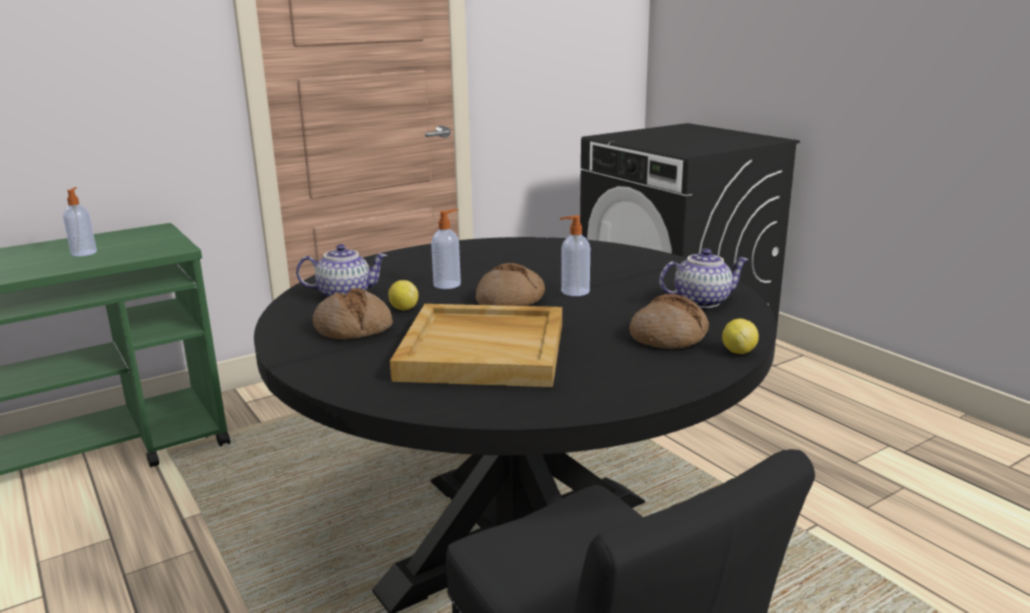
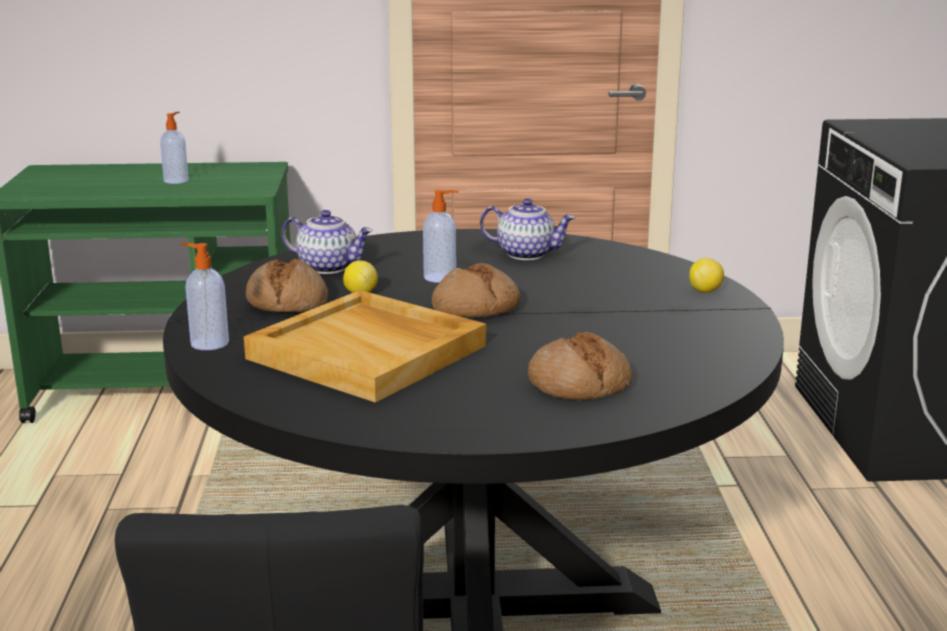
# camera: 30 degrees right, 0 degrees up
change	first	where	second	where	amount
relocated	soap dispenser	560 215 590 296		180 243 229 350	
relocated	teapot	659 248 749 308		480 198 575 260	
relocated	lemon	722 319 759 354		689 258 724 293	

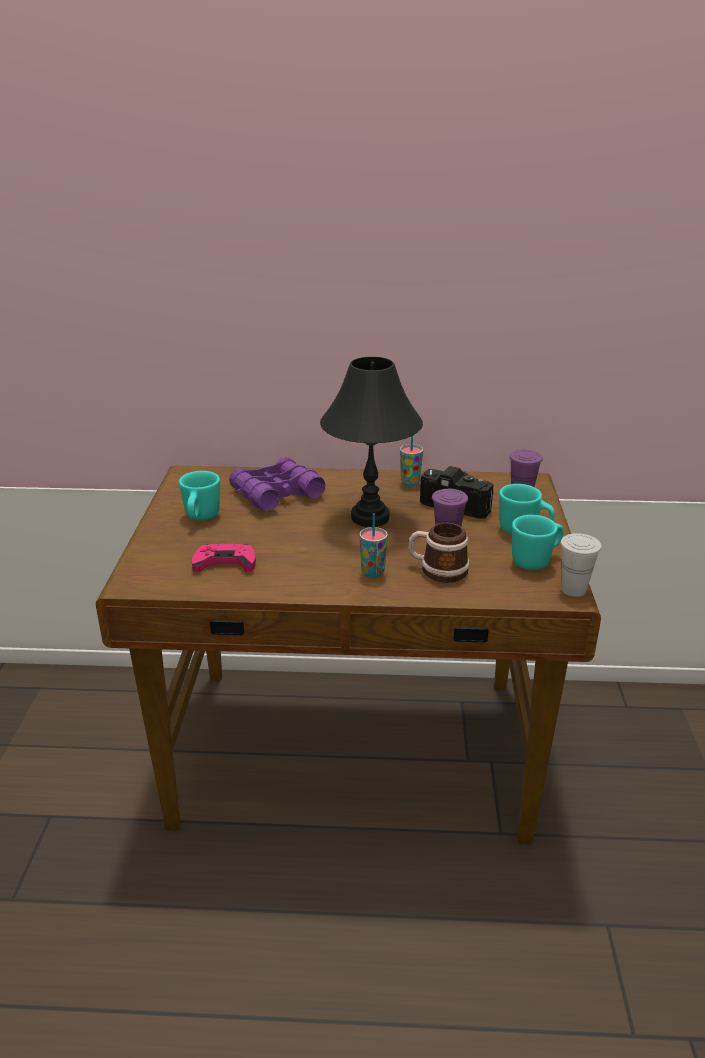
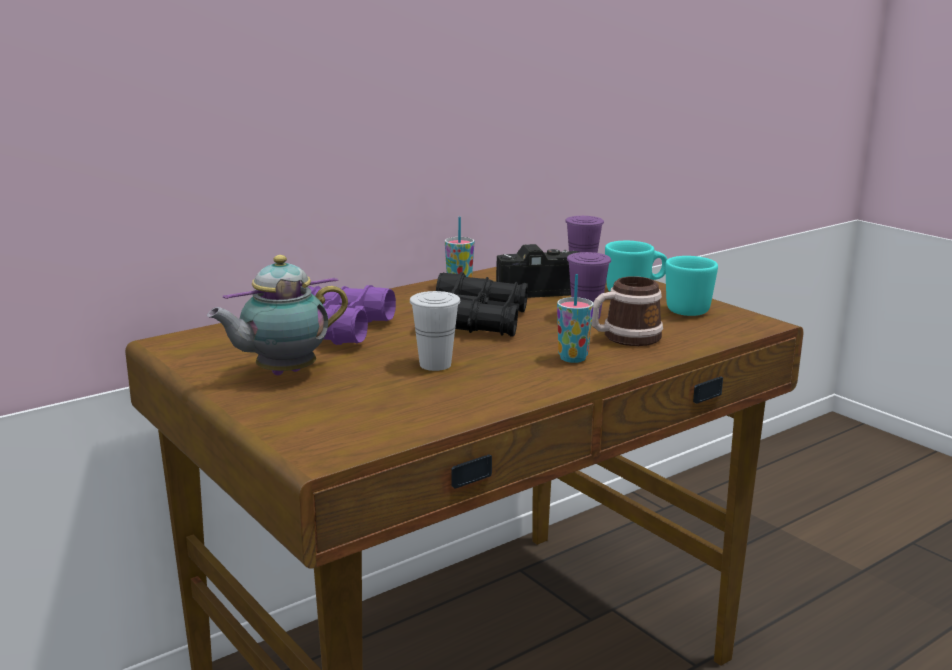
# camera: 40 degrees left, 10 degrees down
change	first	where	second	where	amount
exchanged	table lamp (black-coloured)	320 357 423 527	field glasses (black-coloured)	436 272 528 337	
exchanged	mug (blue-green)	179 471 220 521	teapot	207 255 348 375	
relocated	drinking cup (whitish)	560 533 602 597		410 291 460 371	
missing	joypad (pink)	192 544 256 572			

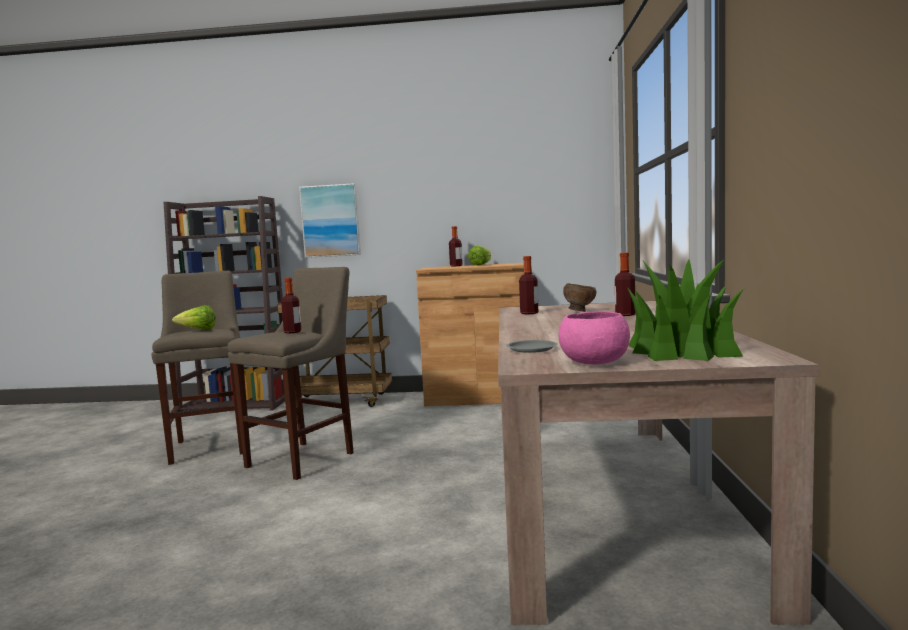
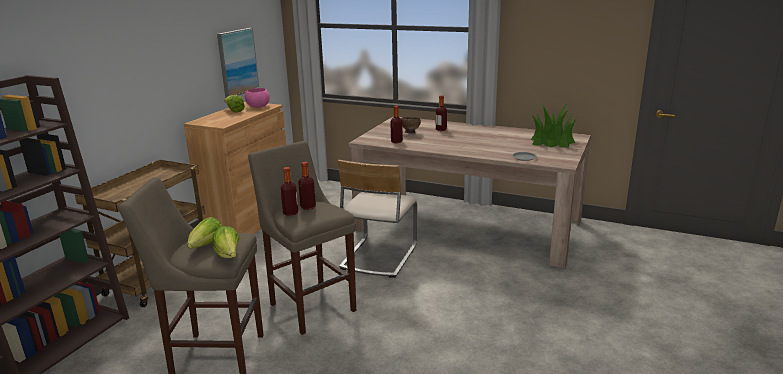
# camera: 70 degrees left, 15 degrees up
change	first	where	second	where	amount
relocated	wall art	299 183 361 258		217 28 259 98	
relocated	beverage bottle	449 226 463 267		281 167 298 216	
relocated	bowl (pink)	558 311 630 365		245 88 270 108	
appeared			upright chair (beige)	338 160 417 278	
appeared			head of lettuce	213 226 240 258	

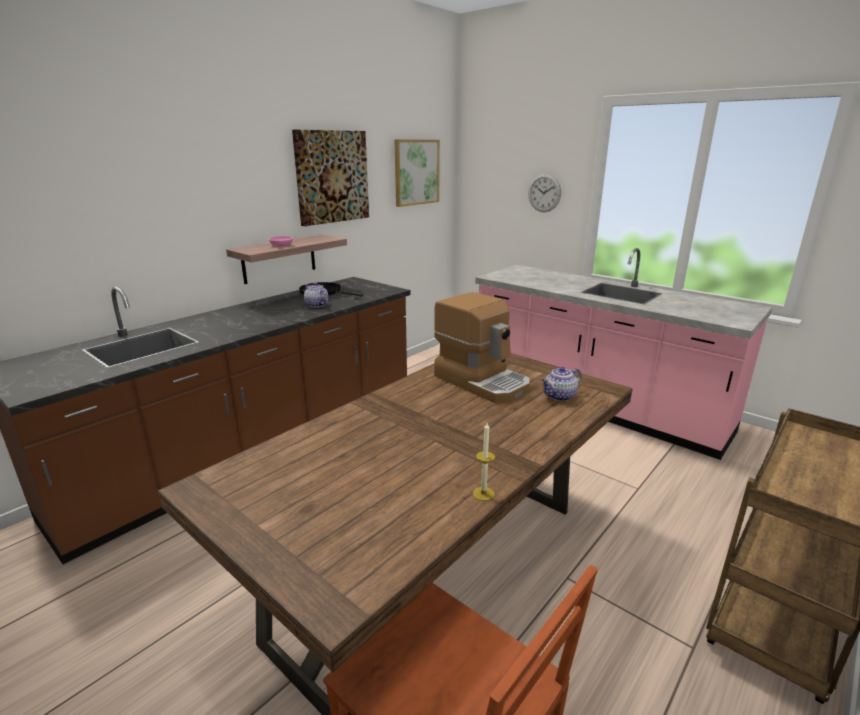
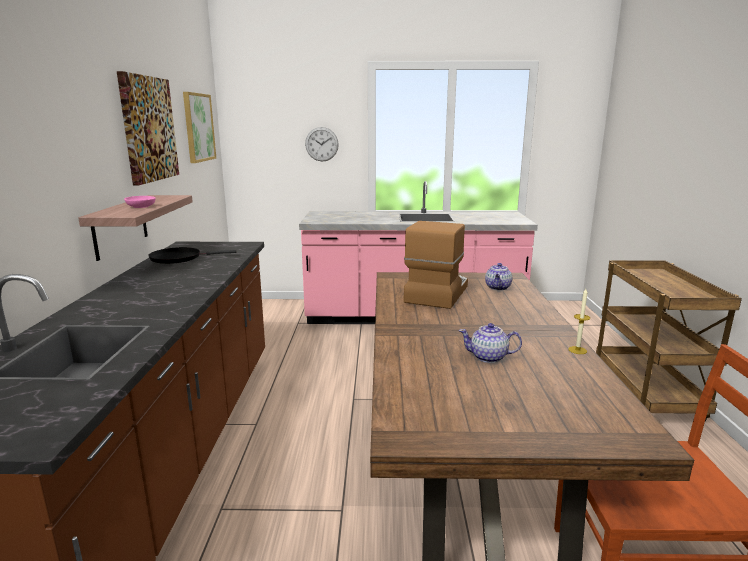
# camera: 40 degrees left, 5 degrees down
change	first	where	second	where	amount
relocated	teapot	304 282 328 308		459 323 522 363	
spun	coffee brewer	434 292 530 403		404 221 468 309	75 degrees counterclockwise

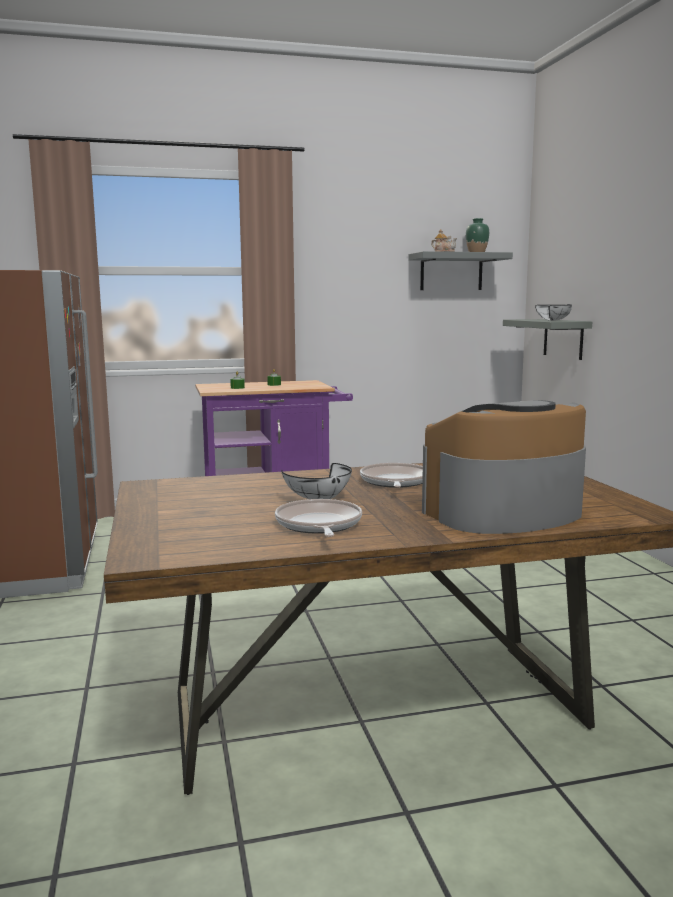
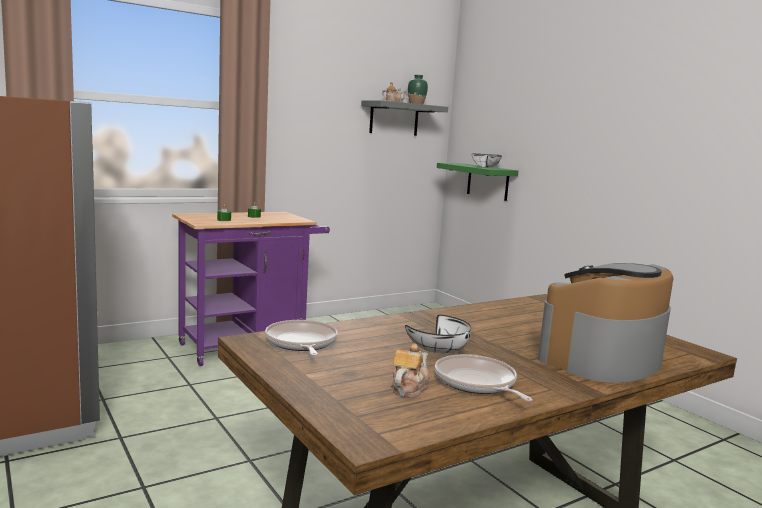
# camera: 20 degrees left, 0 degrees up
change	first	where	second	where	amount
colour	bracket shelf (grey)	503 319 592 360	bracket shelf (greenish)	437 163 518 201	
relocated	frying pan	360 463 423 488		265 320 338 356	
appeared			teapot	391 344 430 398	

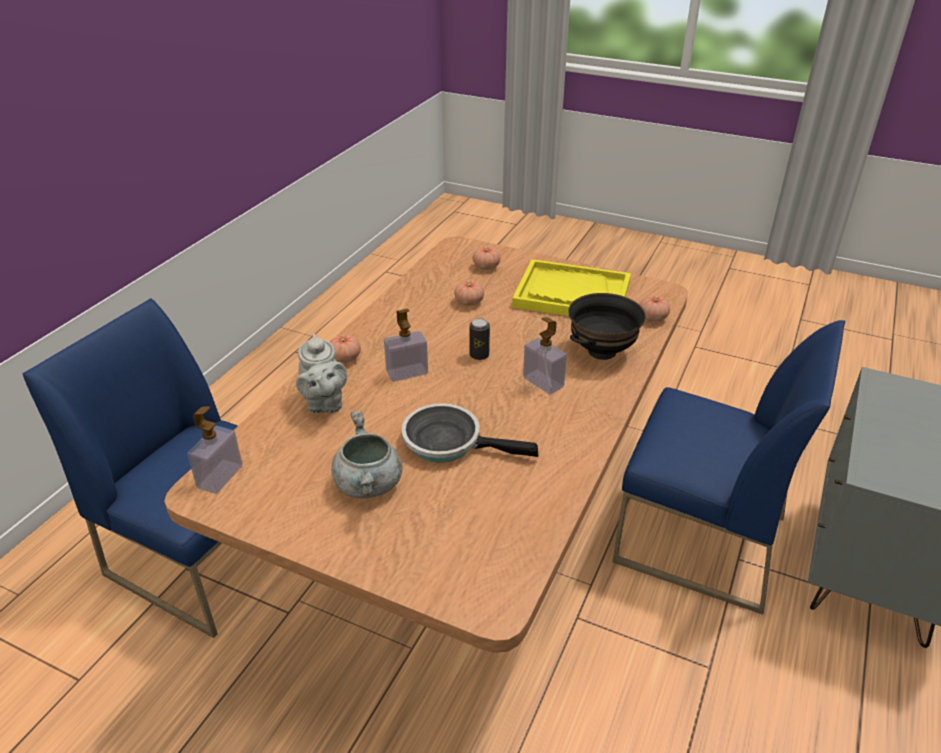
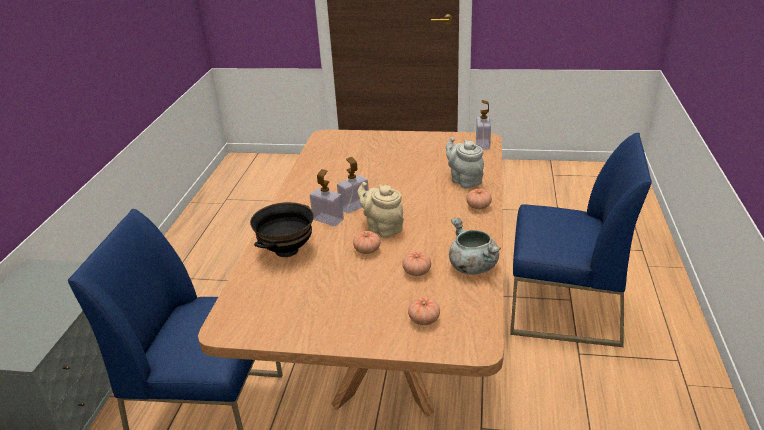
# camera: 165 degrees right, 5 degrees down
change	first	where	second	where	amount
missing	serving tray (yellowish)	512 259 631 316			
relocated	whole tomato	639 296 670 322		353 231 381 254	
relocated	soap dispenser	384 309 428 382		337 157 369 214	
exchanged	metal can	470 318 490 360	teapot (beige)	357 182 404 238	
missing	frying pan	401 403 538 462			
relocated	stockpot (grey)	331 411 402 499		449 218 501 275	

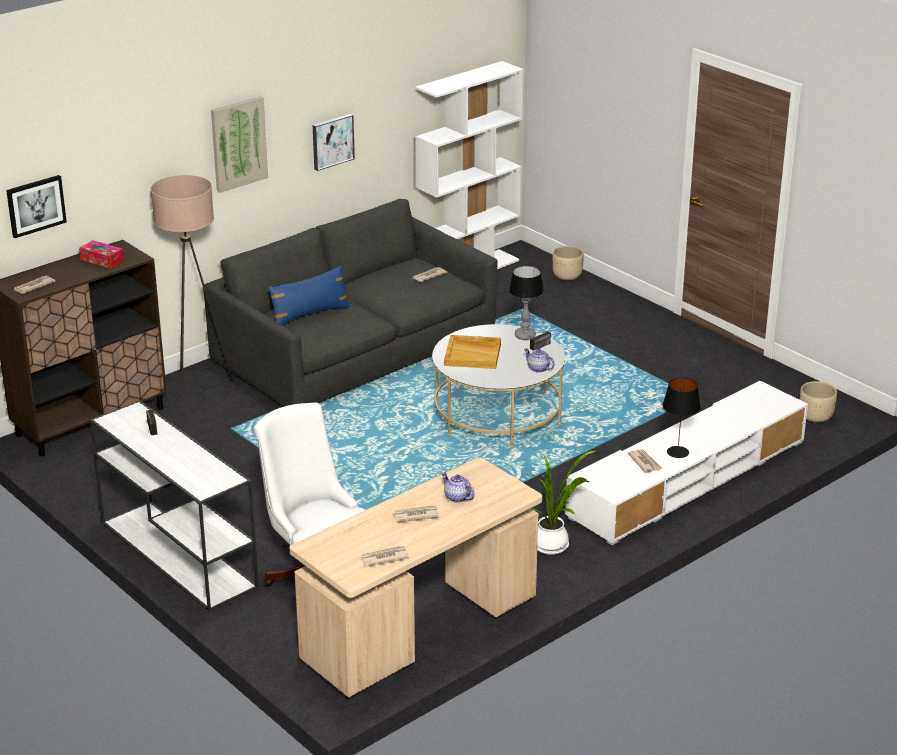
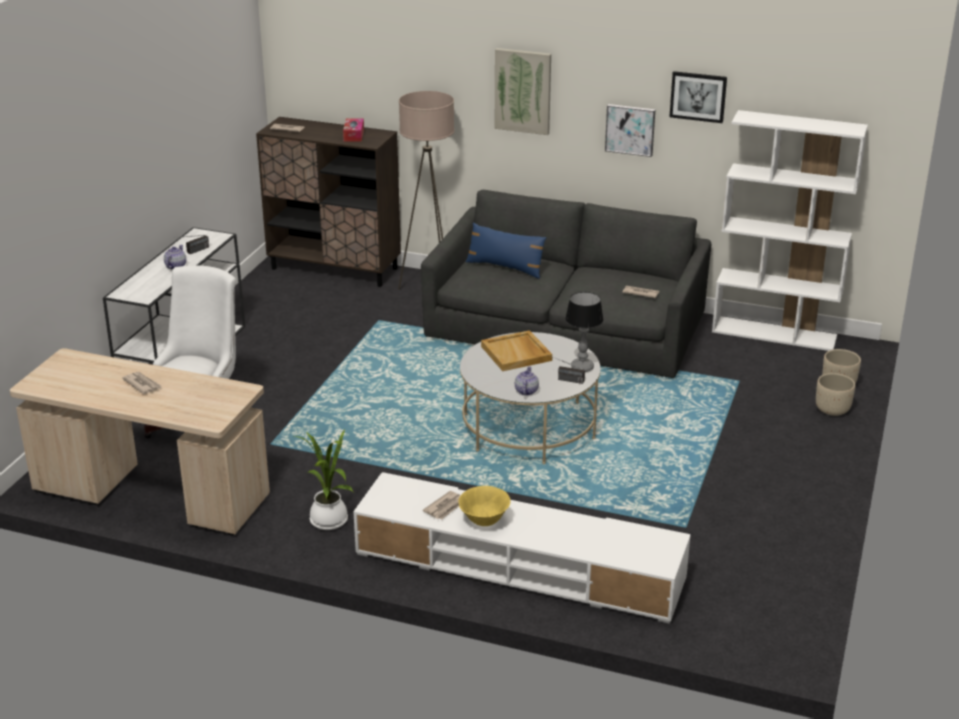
# camera: 60 degrees right, 0 degrees up
change	first	where	second	where	amount
relocated	wall art	6 175 67 238		669 71 727 123	
exchanged	table lamp (black-coloured)	662 378 701 458	bowl (yellowish)	458 486 510 526	
relocated	planter (beige)	800 381 837 423		816 373 855 416	
relocated	teapot	441 472 475 503		164 245 186 270	
missing	newspaper	359 546 410 567			

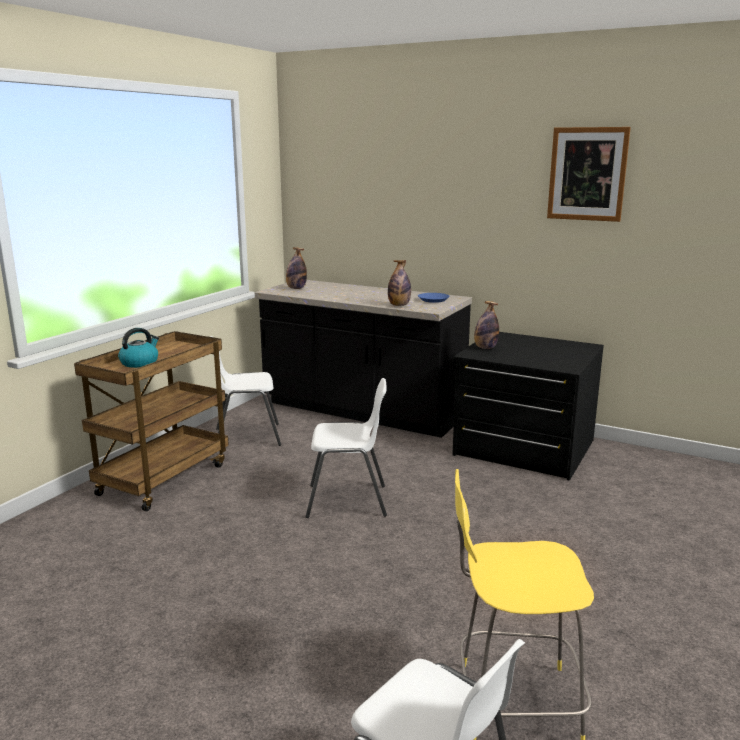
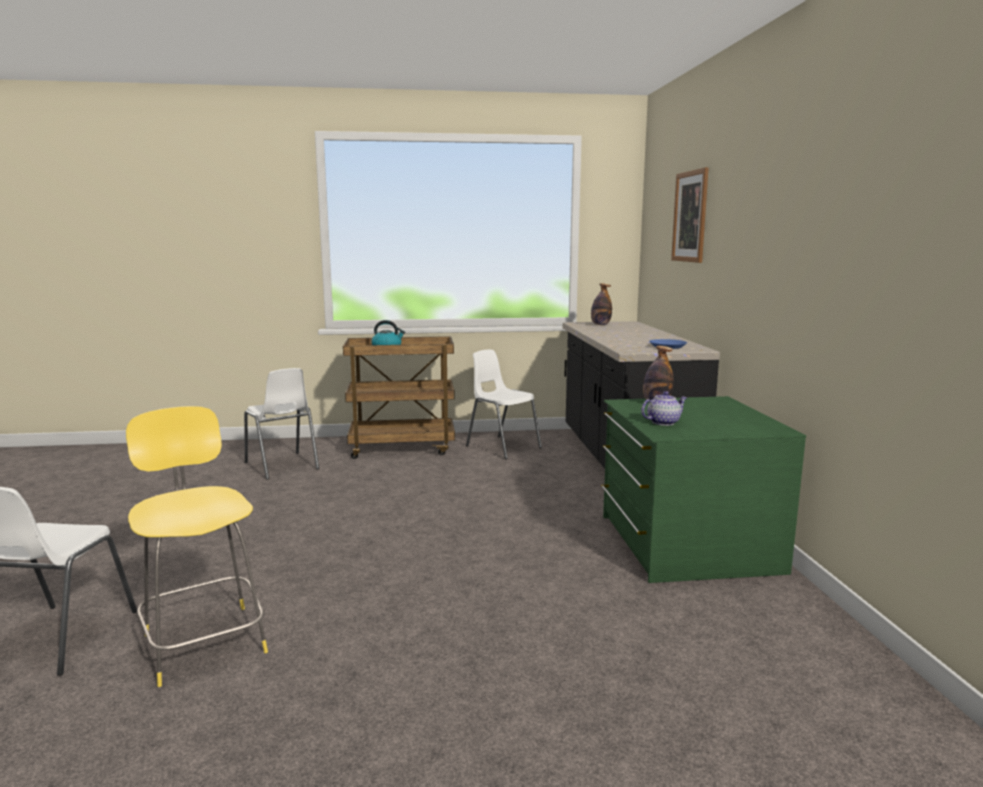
# camera: 55 degrees right, 5 degrees down
change	first	where	second	where	amount
relocated	wall art	547 127 631 222		671 167 709 263	
missing	beverage bottle	388 260 411 306			
colour	dresser (black-coloured)	452 332 604 480	dresser (greenish)	601 396 806 583	
relocated	upright chair (whitish)	305 378 387 518		244 368 319 480	
appeared			teapot	641 391 687 426	

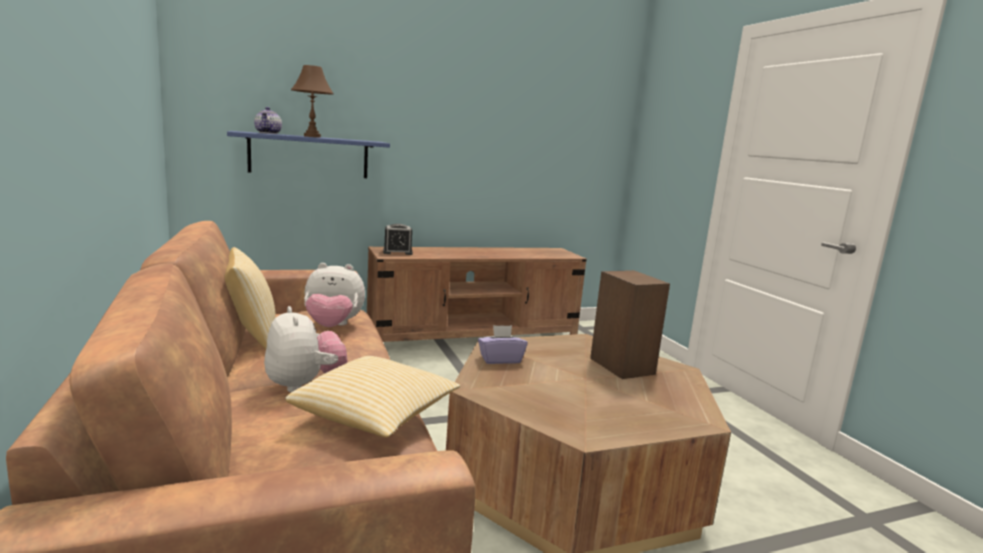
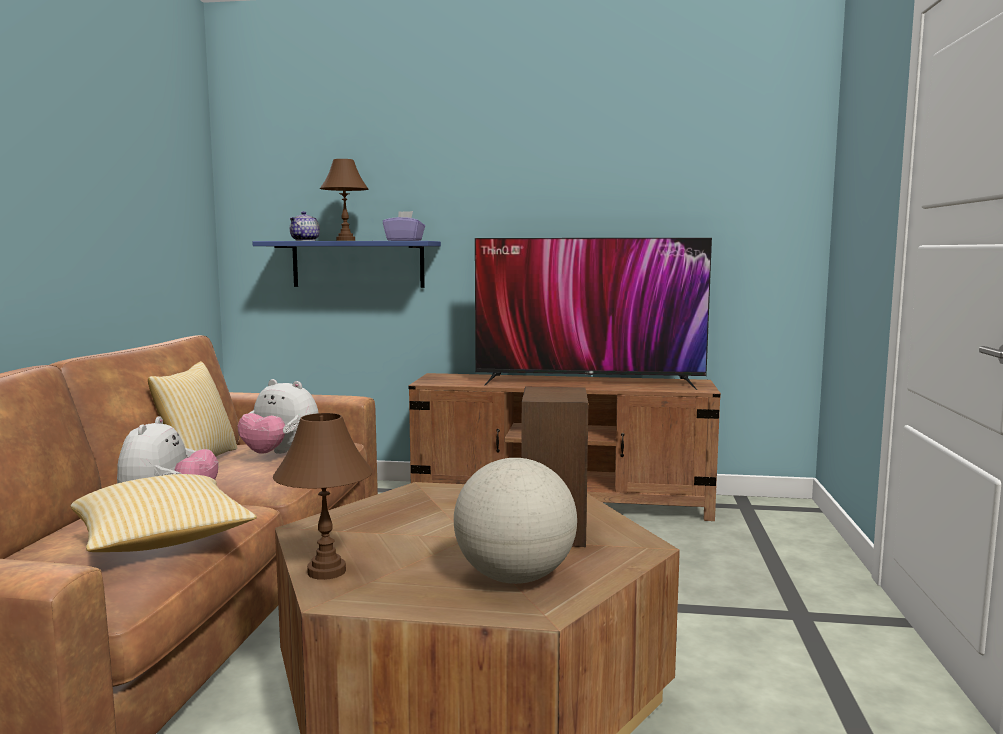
# camera: 30 degrees right, 5 degrees down
change	first	where	second	where	amount
missing	table clock	383 224 413 255			
relocated	box of tissues (purple-coloured)	478 325 528 364		383 211 425 241	
appeared			TV	475 238 712 390	
appeared			table lamp (brown)	273 413 373 580	
appeared			globe	454 458 577 584	

